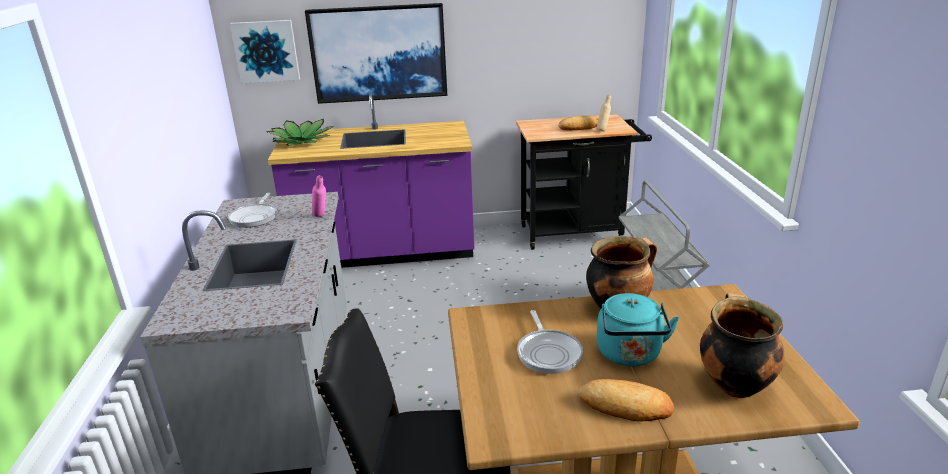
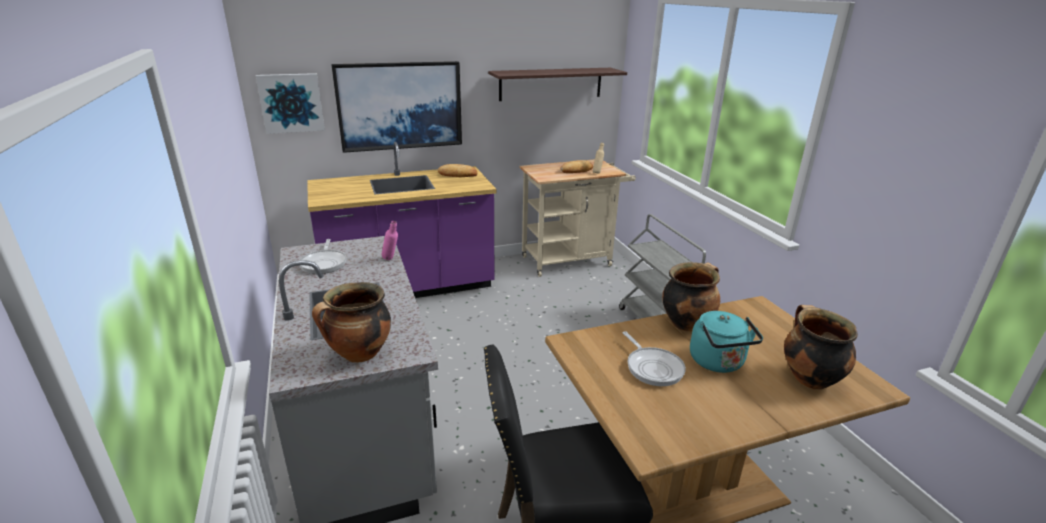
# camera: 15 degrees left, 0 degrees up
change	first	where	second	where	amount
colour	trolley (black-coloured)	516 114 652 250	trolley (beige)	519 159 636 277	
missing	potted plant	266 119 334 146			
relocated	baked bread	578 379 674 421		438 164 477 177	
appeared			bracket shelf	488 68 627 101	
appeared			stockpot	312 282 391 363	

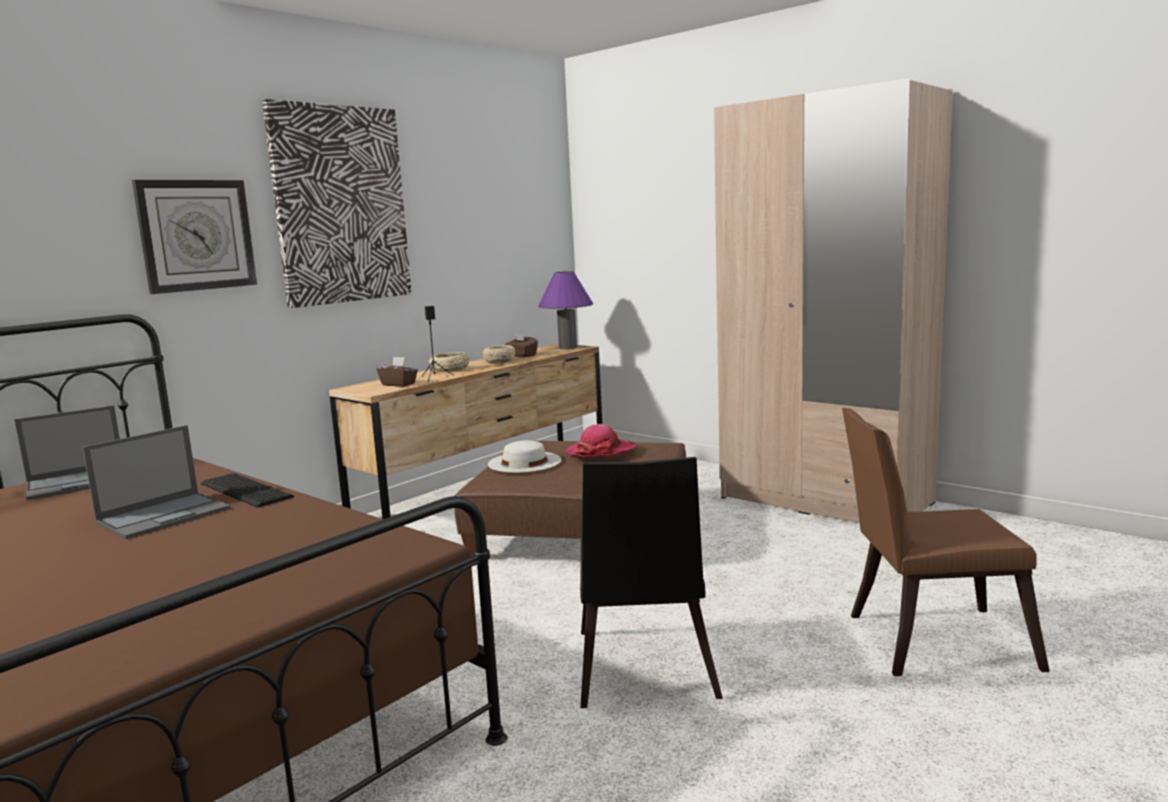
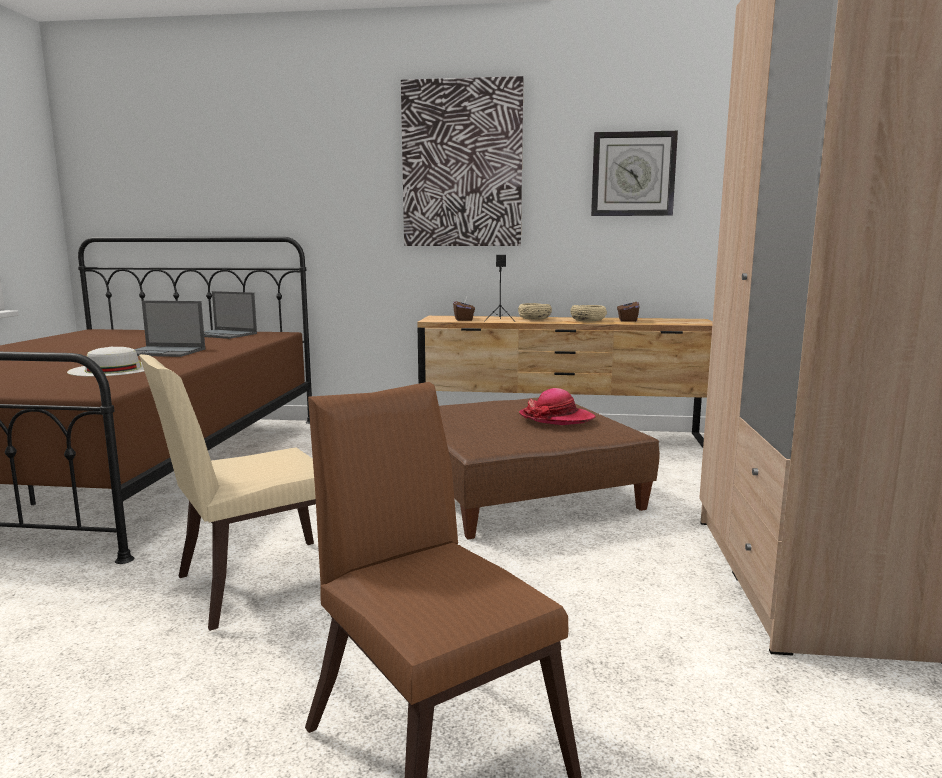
# camera: 55 degrees right, 0 degrees up
change	first	where	second	where	amount
relocated	hanging clock	132 180 257 294		591 131 678 216	
missing	table lamp (purple-coloured)	538 271 593 349			
relocated	wearable hat (whitish)	488 440 561 473		67 347 144 377	
colour	upright chair (black-coloured)	580 457 723 708	upright chair (beige)	139 354 316 631	
missing	keyboard	201 473 294 508			

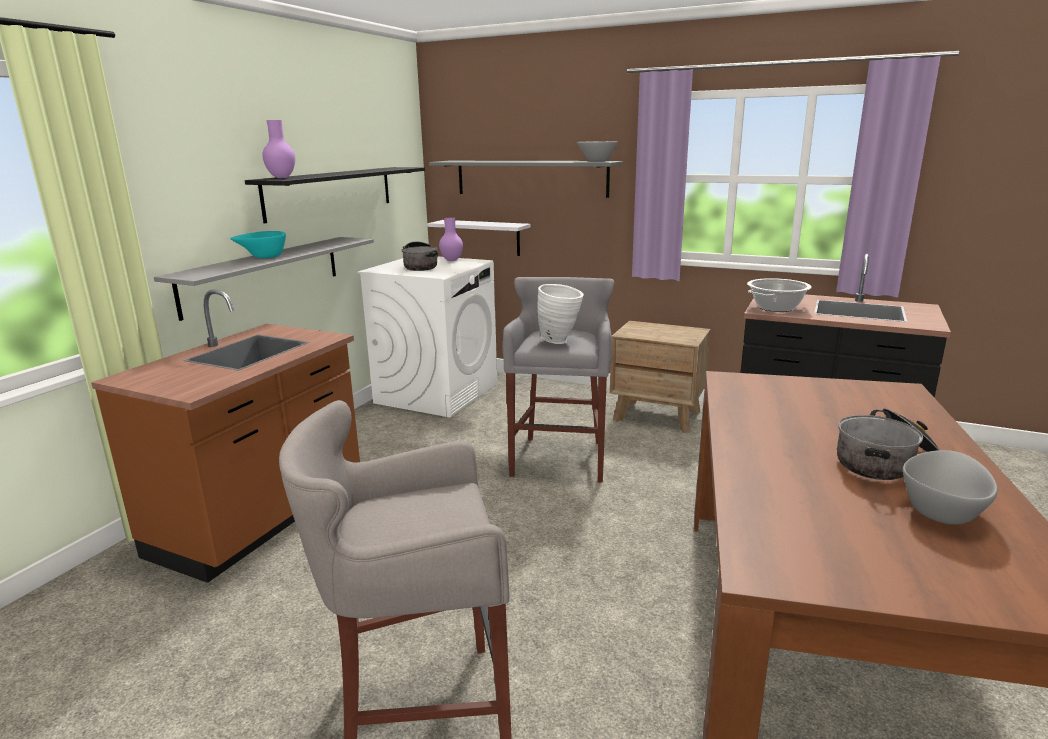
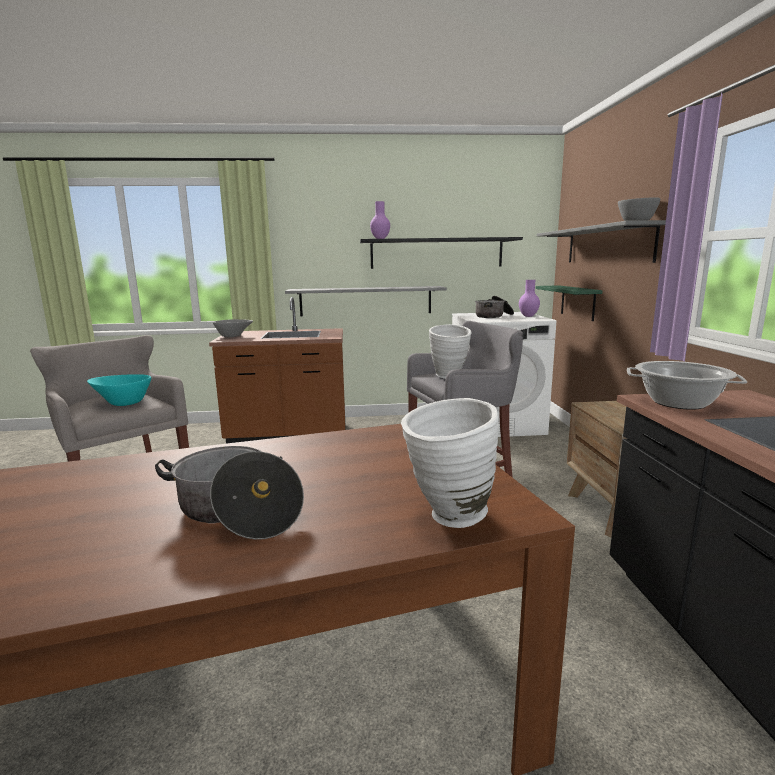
# camera: 60 degrees right, 5 degrees down
change	first	where	second	where	amount
colour	bracket shelf (whitish)	427 220 530 256	bracket shelf (greenish)	536 285 603 321	
relocated	bowl (blue-green)	230 231 286 258		87 374 151 406	
relocated	bowl (grey)	903 450 998 525		213 319 253 337	
appeared			vase (whitish)	401 398 499 528	

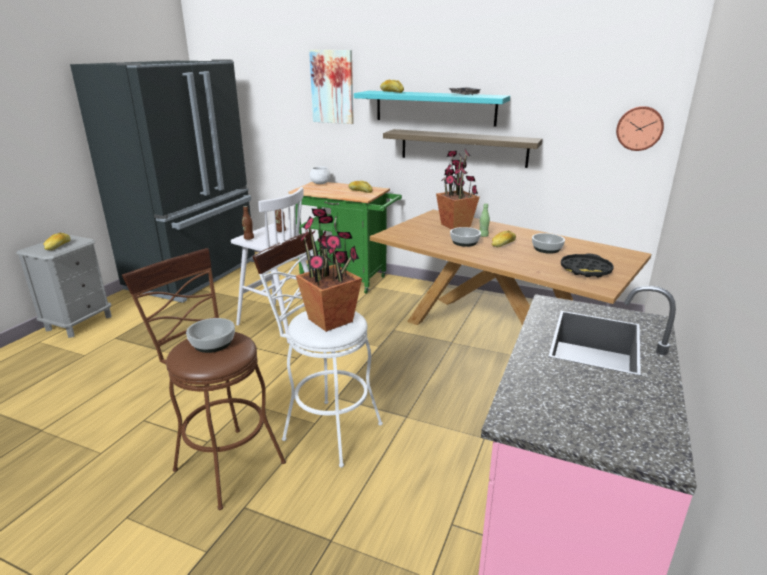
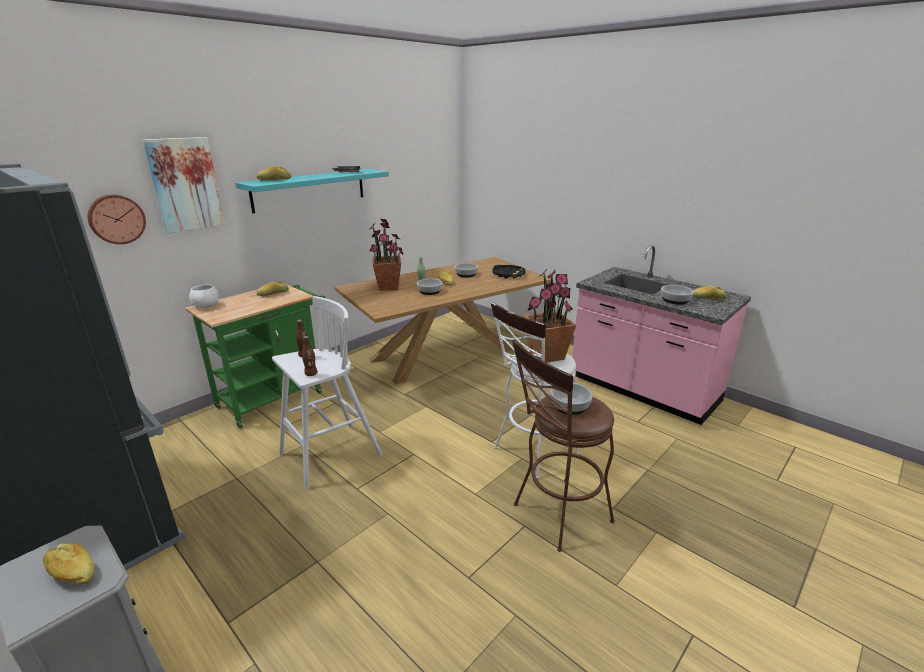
# camera: 70 degrees left, 0 degrees up
change	first	where	second	where	amount
relocated	hanging clock	616 106 664 151		88 195 146 244	
missing	bracket shelf	383 129 542 168			
appeared			bowl	661 285 694 305	
appeared			baked bread	693 286 726 299	

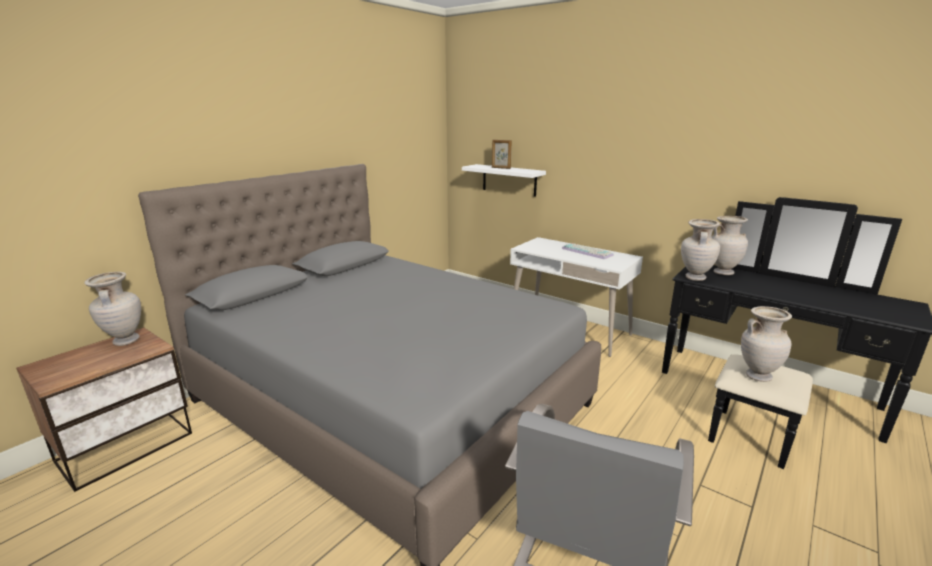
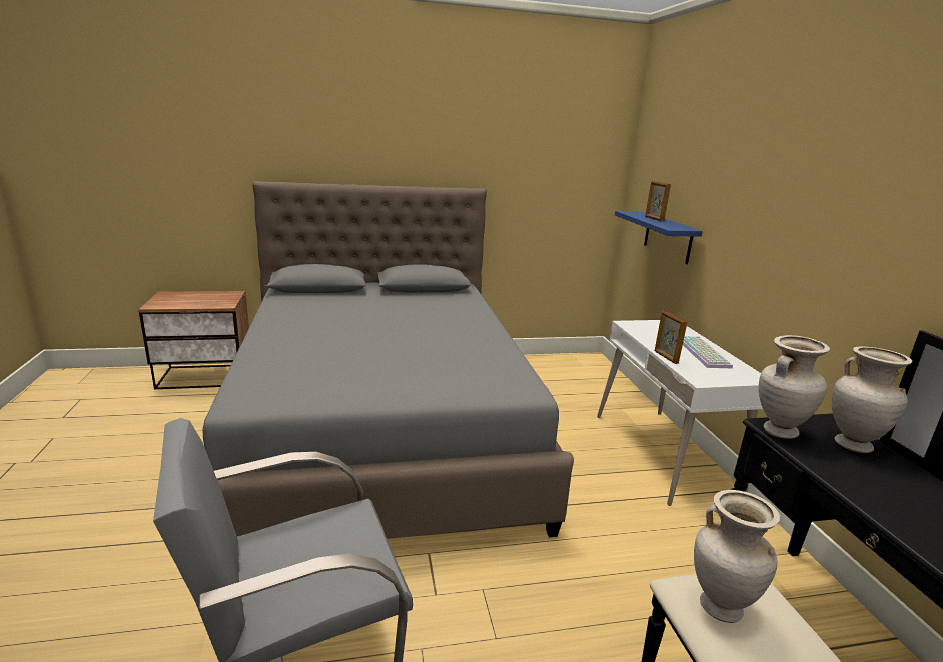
# camera: 40 degrees right, 0 degrees up
change	first	where	second	where	amount
colour	bracket shelf (whitish)	462 164 546 197	bracket shelf (blue)	615 211 703 264	
missing	vase (beige)	84 272 141 346			
appeared			photo frame	655 310 687 364	

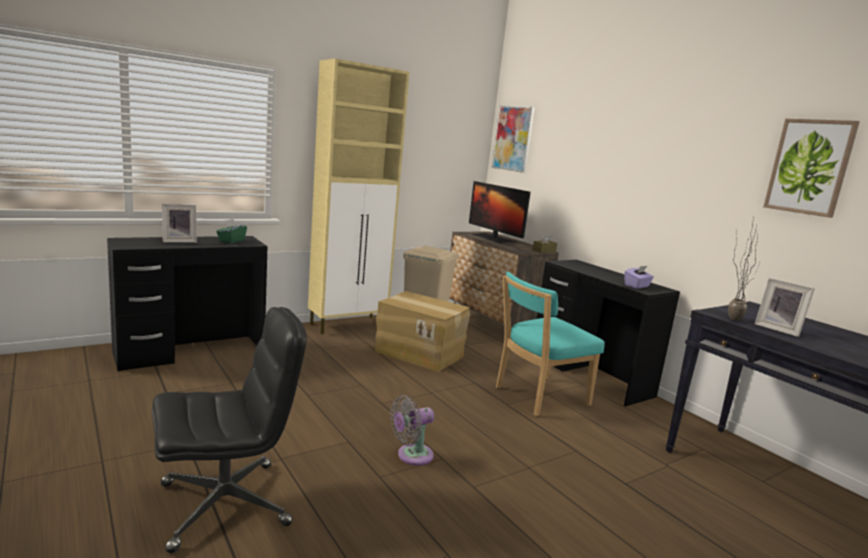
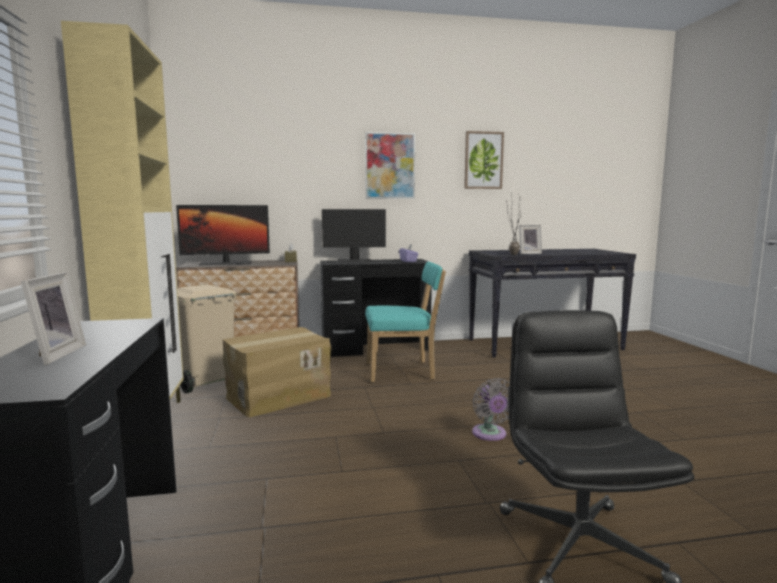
# camera: 65 degrees left, 5 degrees down
change	first	where	second	where	amount
relocated	wall art	492 106 535 173		365 132 415 199	
missing	box of tissues (greenish)	216 219 247 243			
spun	upright chair (blue-green)	496 272 605 416		365 262 446 383	90 degrees counterclockwise
appeared			monitor	322 209 386 263	

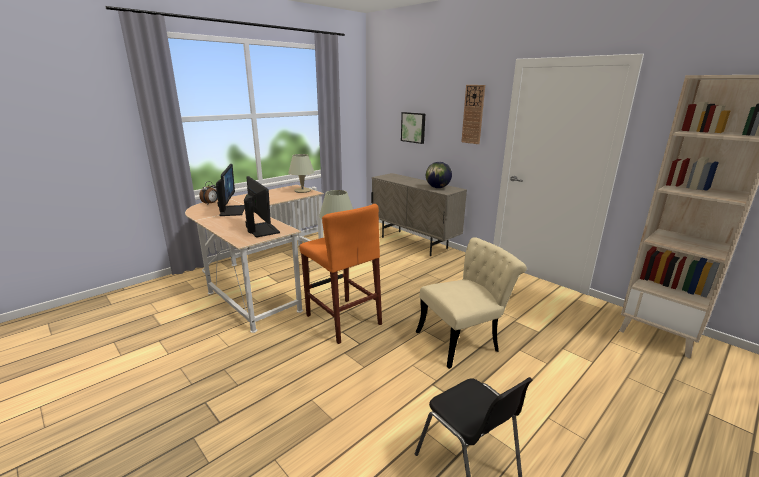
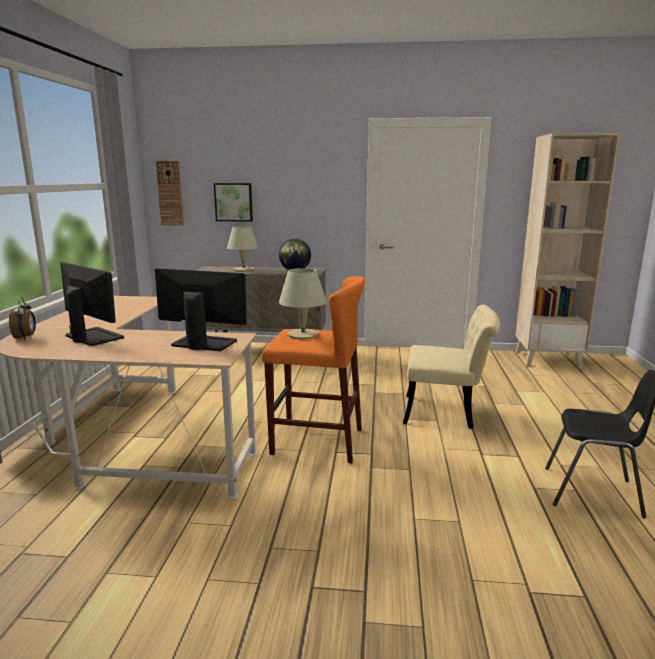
# camera: 40 degrees left, 5 degrees down
change	first	where	second	where	amount
relocated	hanging clock	461 85 485 144		155 161 184 226	
relocated	table lamp (beige)	288 154 315 193		227 226 258 272	
spun	upright chair (beige)	416 237 527 369		403 305 500 429	75 degrees clockwise

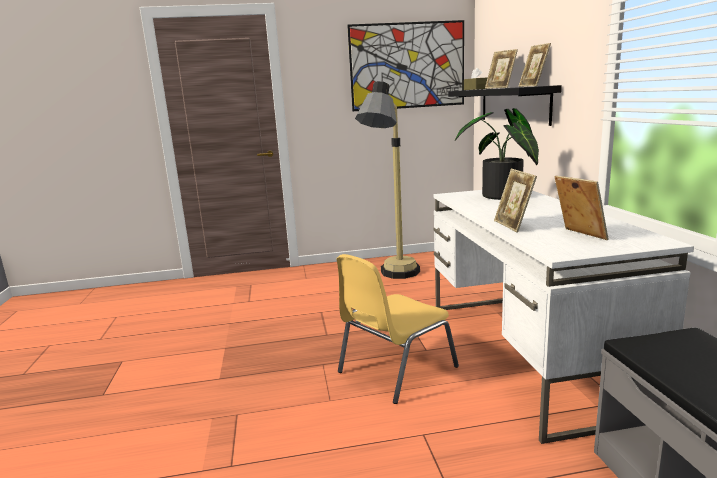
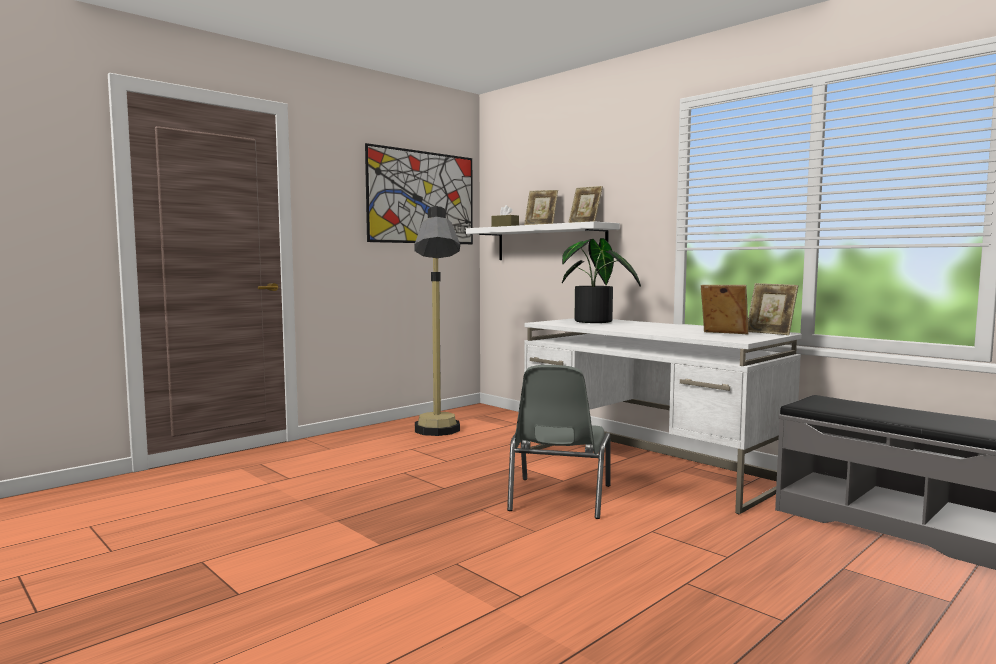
# camera: 35 degrees left, 10 degrees down
change	first	where	second	where	amount
colour	bracket shelf (black-coloured)	448 85 562 126	bracket shelf (whitish)	466 221 620 260	
relocated	photo frame	494 169 537 232		748 283 799 335	
colour	upright chair (yellowish)	337 254 459 404	upright chair (grey)	507 365 610 519	

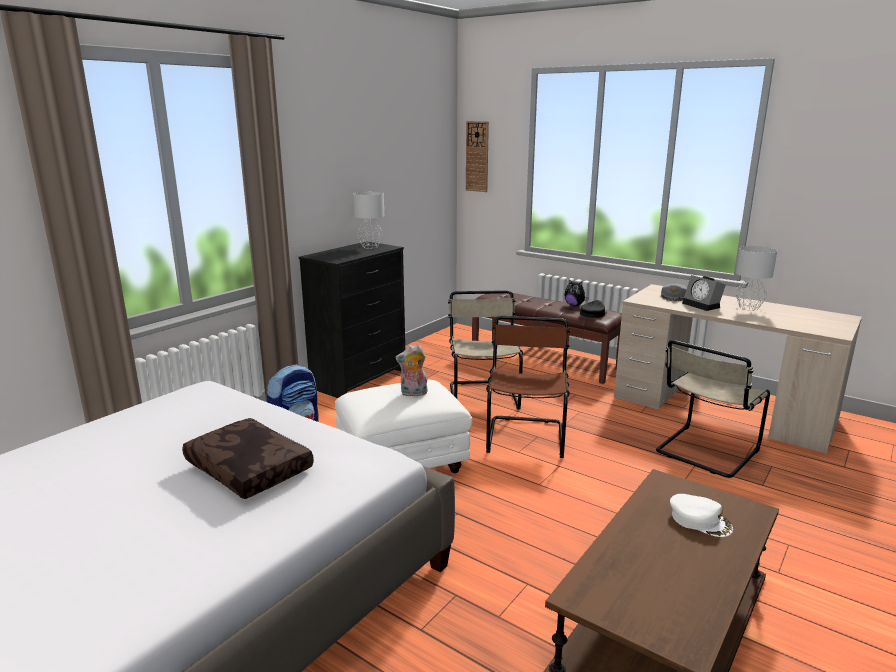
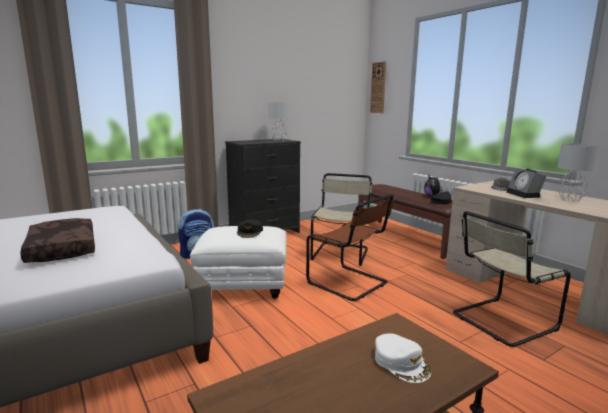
# camera: 20 degrees right, 5 degrees down
change	first	where	second	where	amount
spun	upright chair (brown)	486 316 570 458		306 194 394 301	105 degrees clockwise
exchanged	cuddly toy	395 344 428 397	peaked cap (black-coloured)	237 219 263 238	

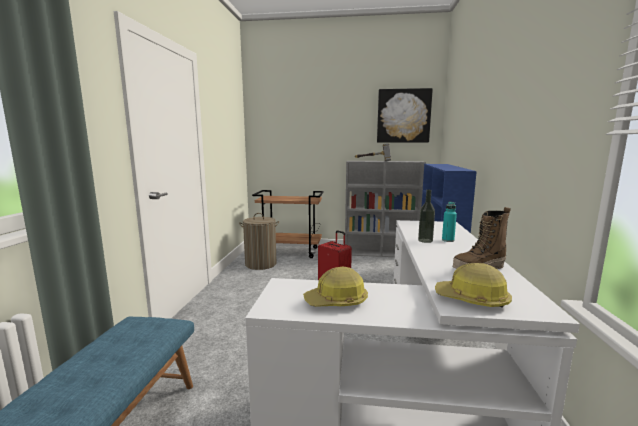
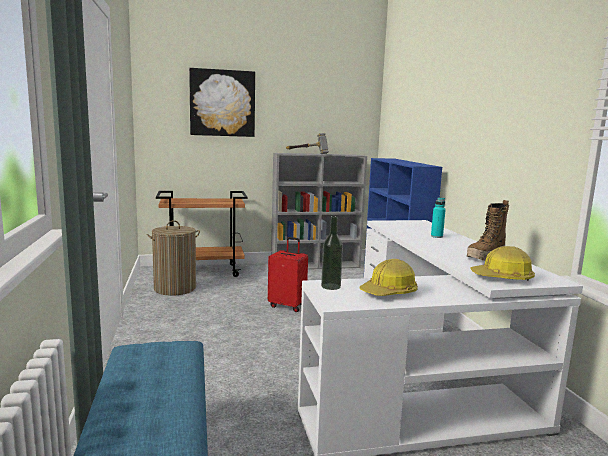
# camera: 20 degrees left, 0 degrees up
change	first	where	second	where	amount
relocated	wall art	377 88 433 142		189 68 255 137	
relocated	beverage bottle	418 190 435 243		321 216 343 290	

